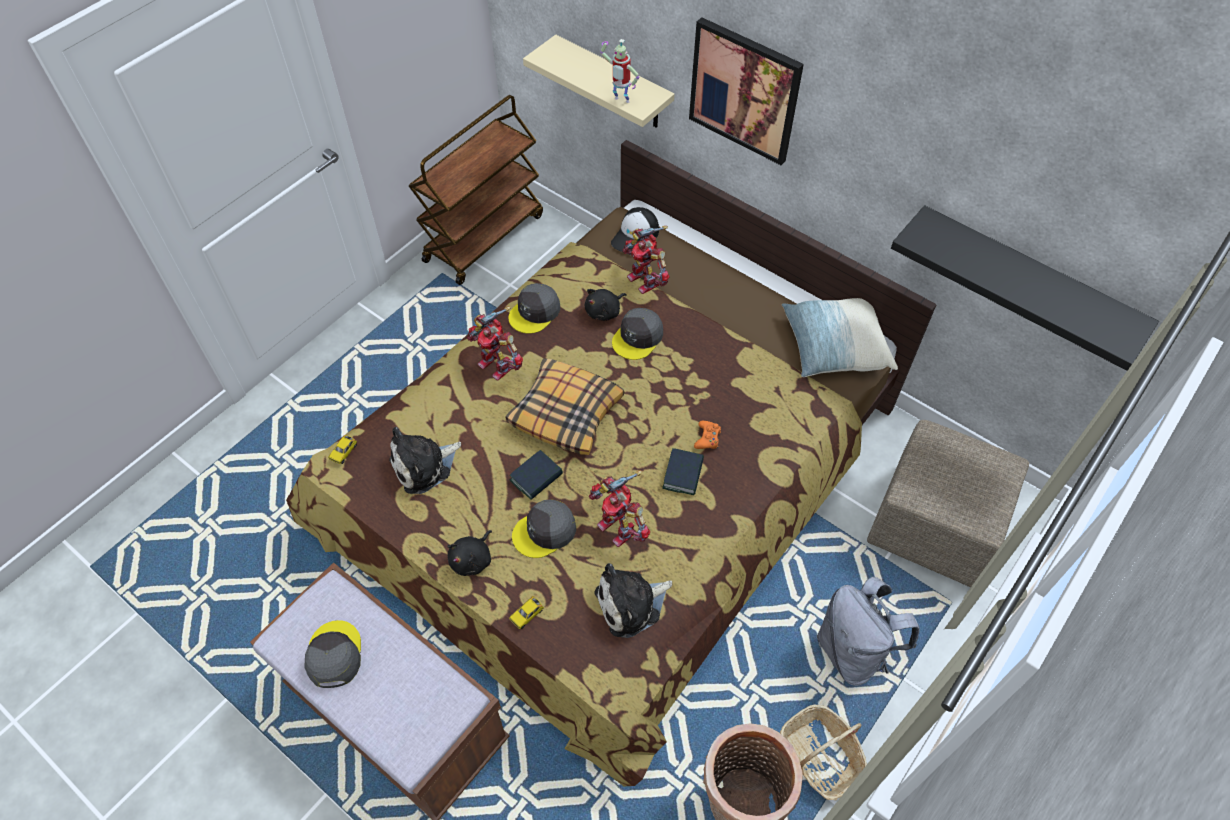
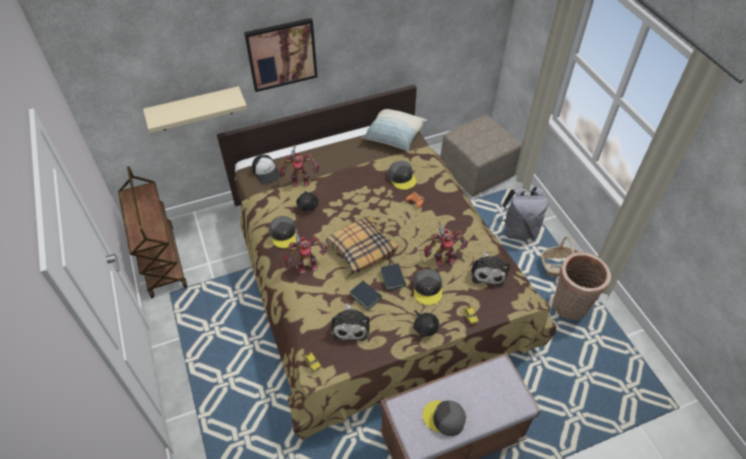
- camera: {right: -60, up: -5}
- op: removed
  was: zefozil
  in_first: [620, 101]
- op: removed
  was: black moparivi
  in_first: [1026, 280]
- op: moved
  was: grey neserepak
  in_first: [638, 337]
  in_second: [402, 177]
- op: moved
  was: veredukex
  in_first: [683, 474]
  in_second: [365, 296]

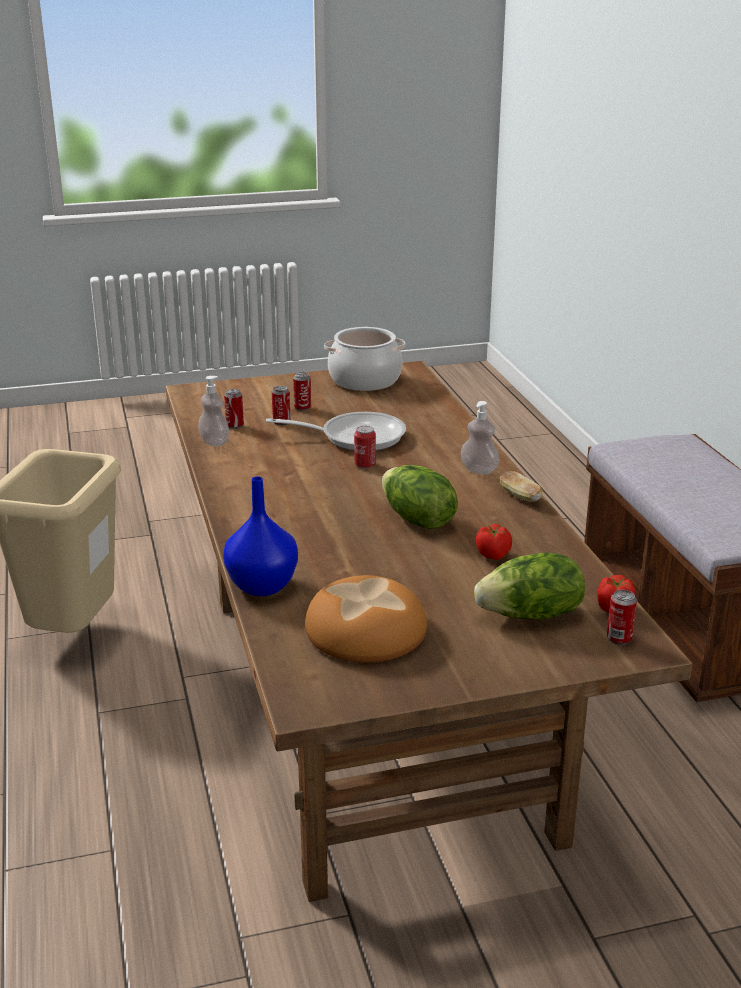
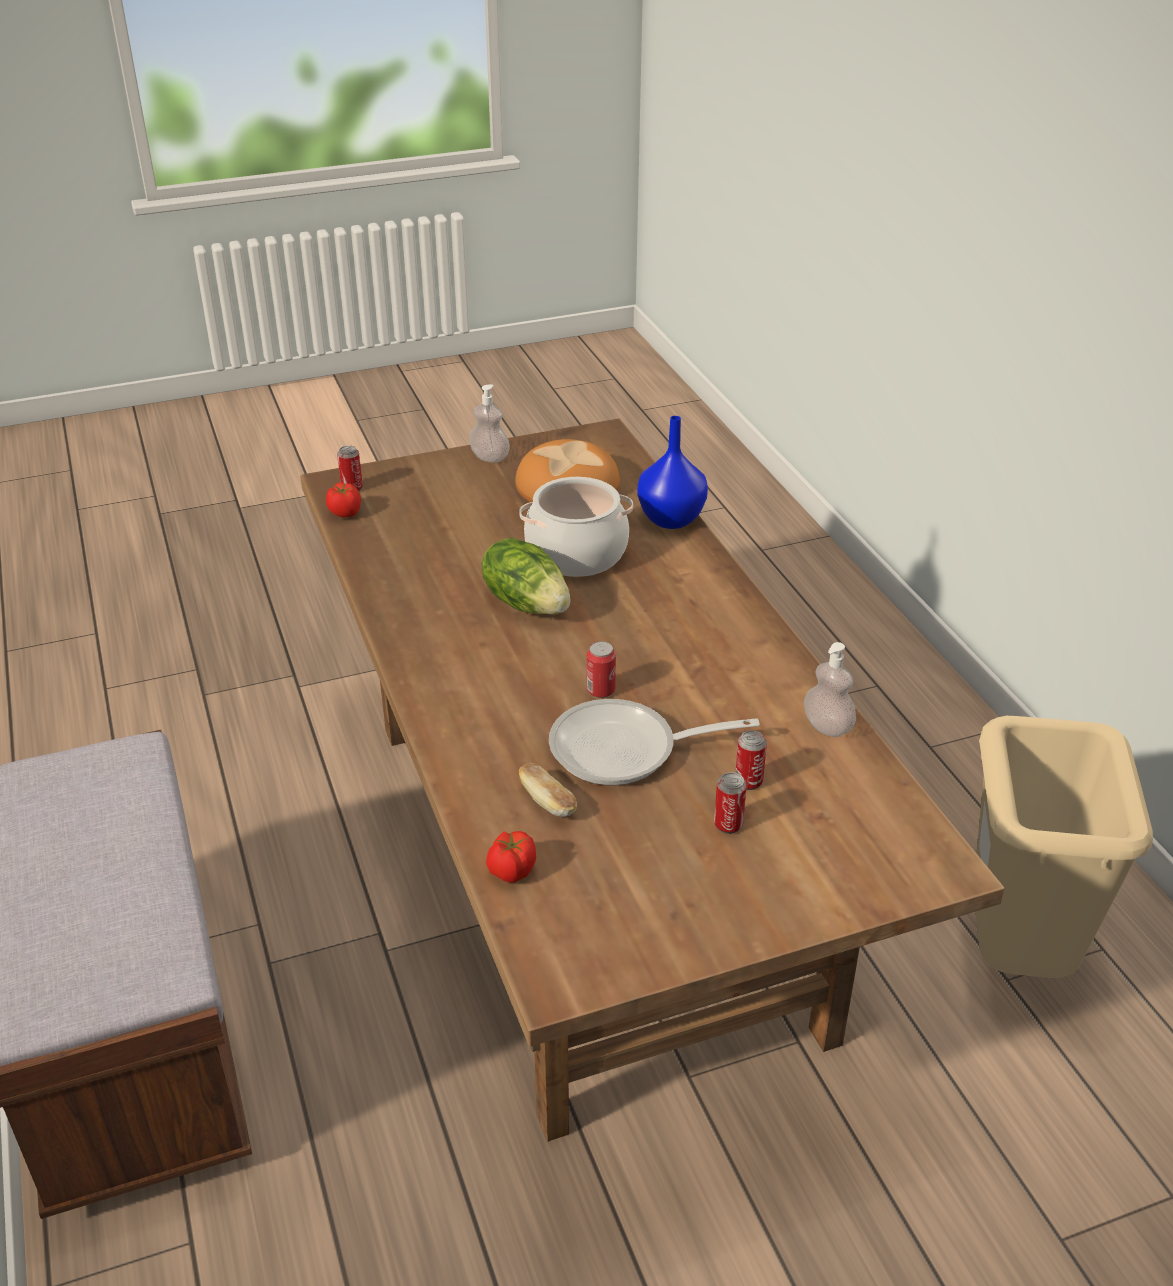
- camera: {right: 175, up: 10}
- op: removed
  was: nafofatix
  in_first: [235, 425]
- op: removed
  was: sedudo
  in_first: [531, 615]
- op: moved
  was: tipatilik
  in_first: [364, 380]
  in_second: [577, 553]
- op: moved
  was: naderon
  in_first: [479, 470]
  in_second: [490, 457]
- op: moved
  was: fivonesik
  in_first: [493, 555]
  in_second: [511, 871]
- op: moved
  was: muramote
  in_first: [520, 497]
  in_second: [547, 802]

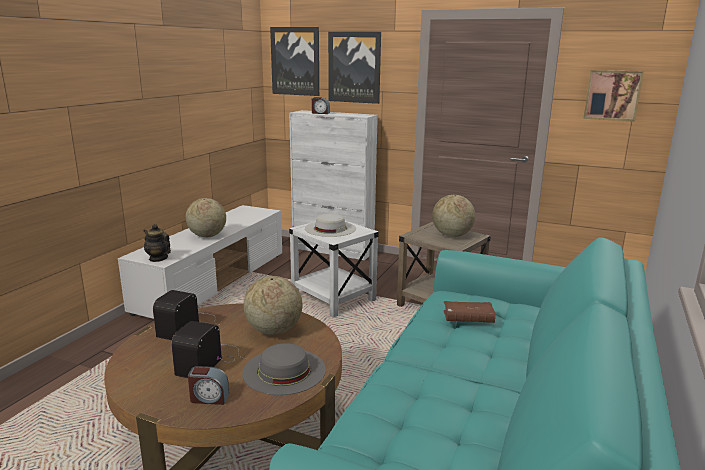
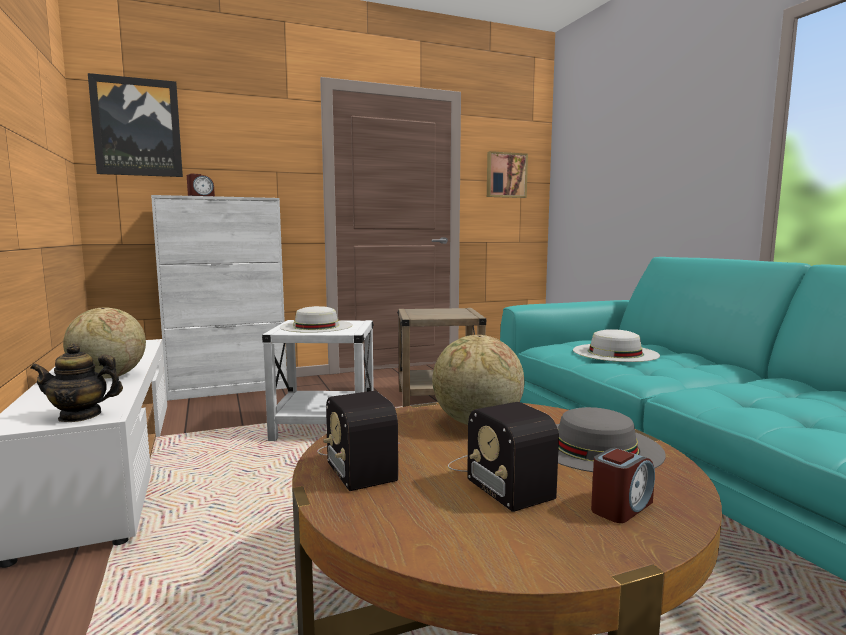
- camera: {right: -45, up: -10}
- op: removed
  was: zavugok
  in_first: [354, 67]
- op: removed
  was: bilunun
  in_first: [451, 235]
- op: replaced
  was: brown veredukex
  now: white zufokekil
  in_first: [468, 319]
  in_second: [615, 352]

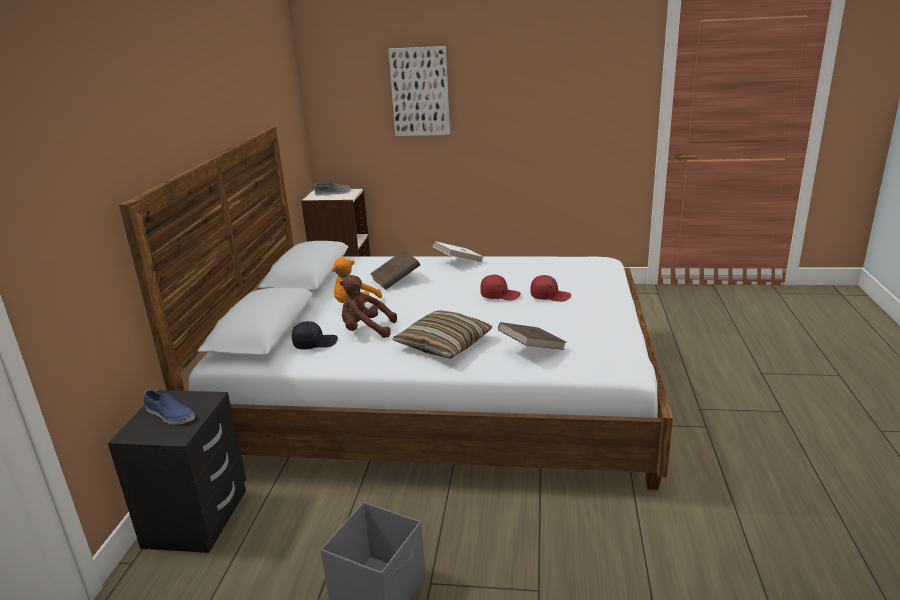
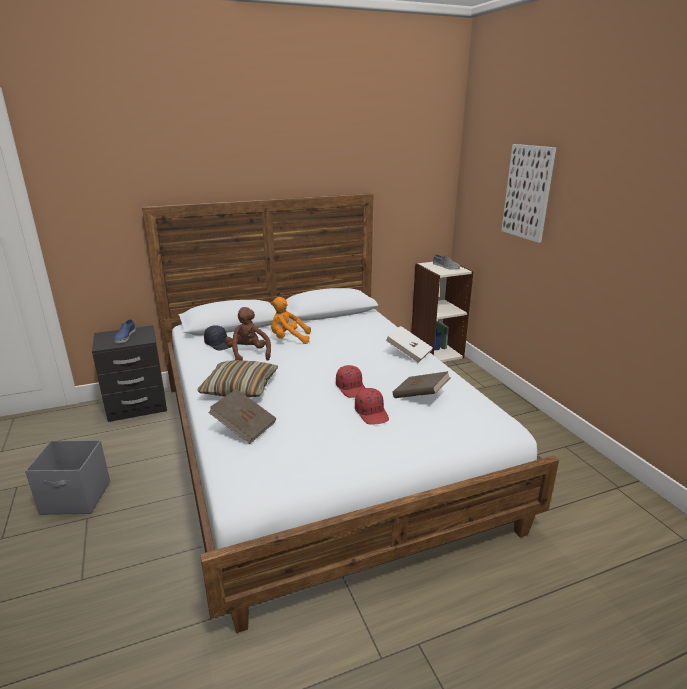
- camera: {right: 60, up: 0}
- op: moved
  was: brown veredukex
  in_first: [396, 280]
  in_second: [420, 396]

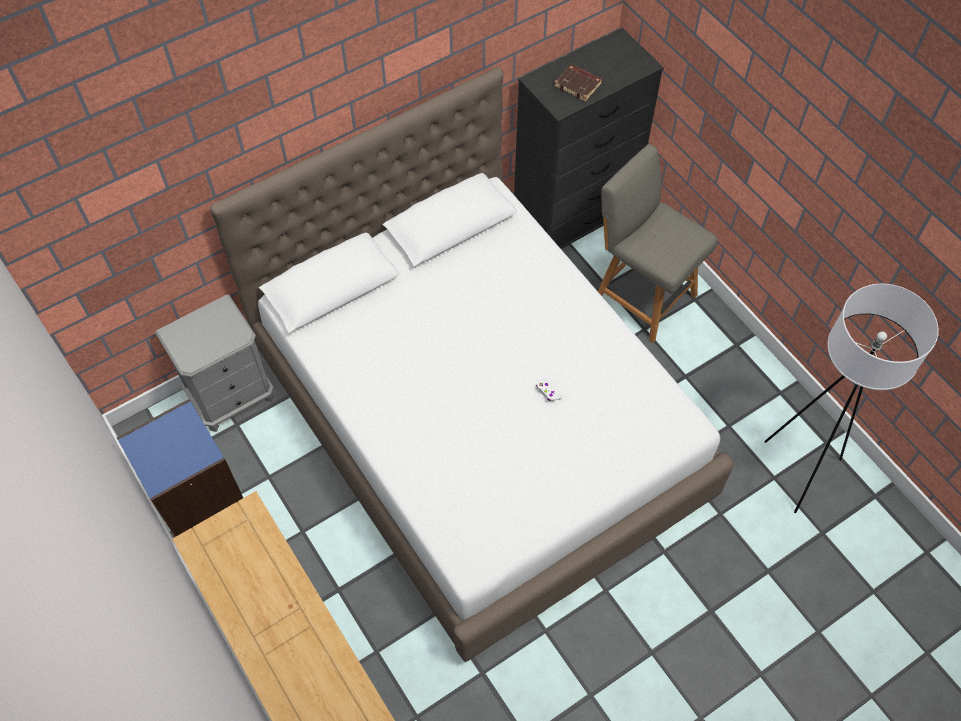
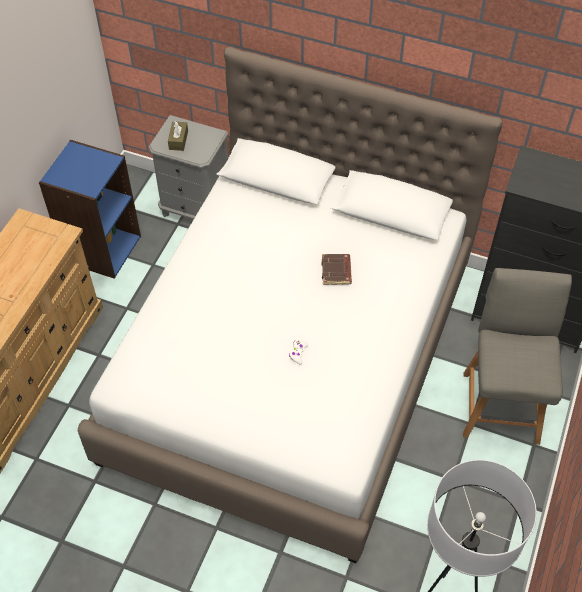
- camera: {right: 55, up: -5}
- op: added
  now: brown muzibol
  in_second: [178, 140]
- op: moved
  was: brown veredukex
  in_first: [578, 85]
  in_second: [337, 271]

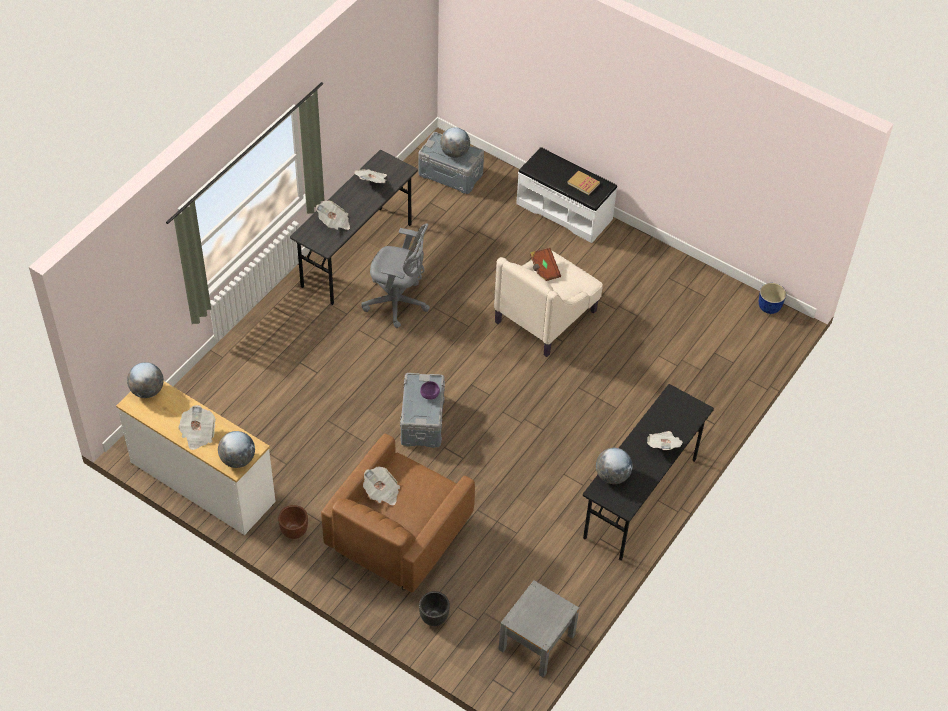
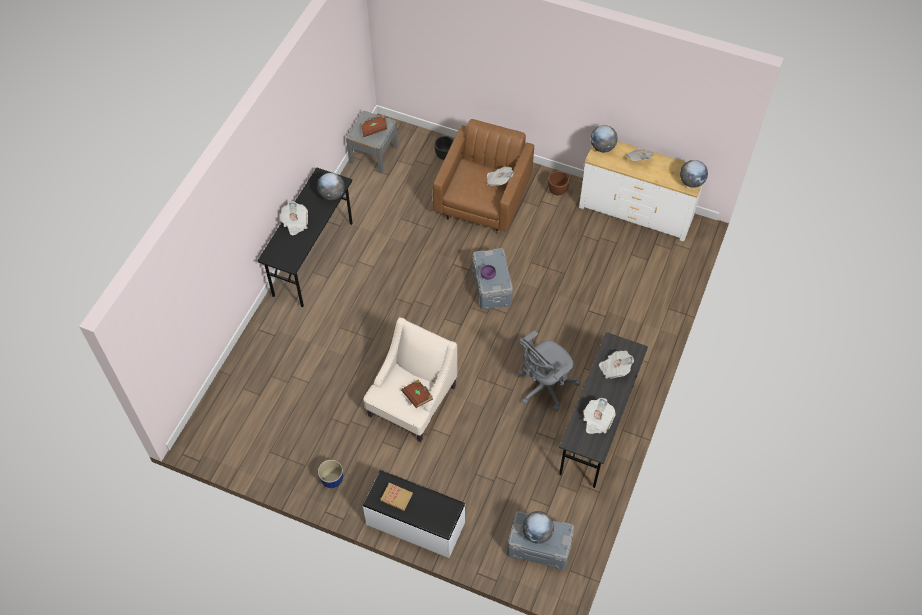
- camera: {right: 170, up: 5}
- op: added
  now: brown veredukex
  in_second: [374, 129]
- op: moved
  was: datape
  in_first: [769, 308]
  in_second: [332, 479]
- op: turned
  was: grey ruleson
  in_first: [398, 303]
  in_second: [544, 387]
  clockwise: -45

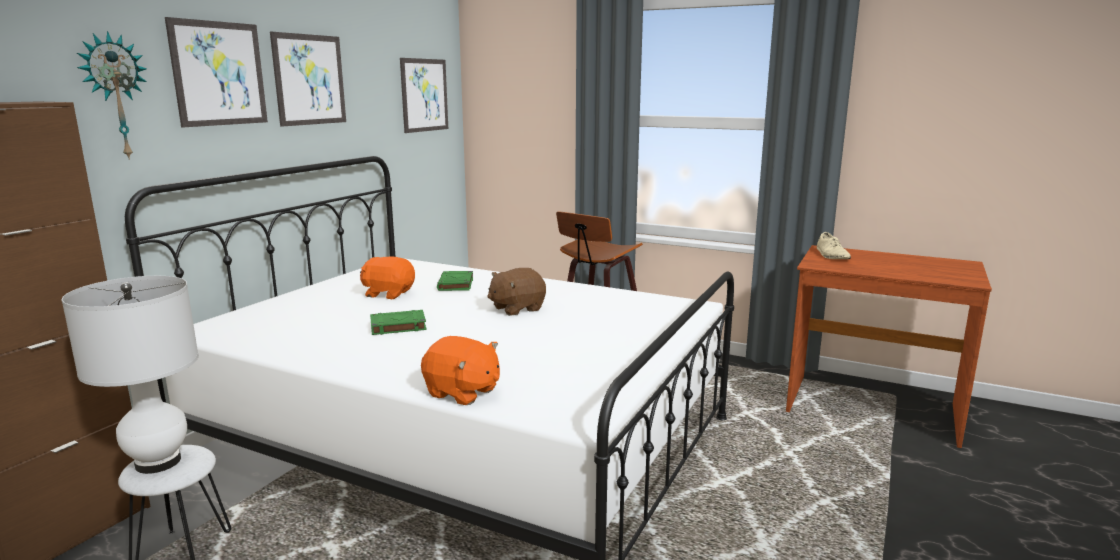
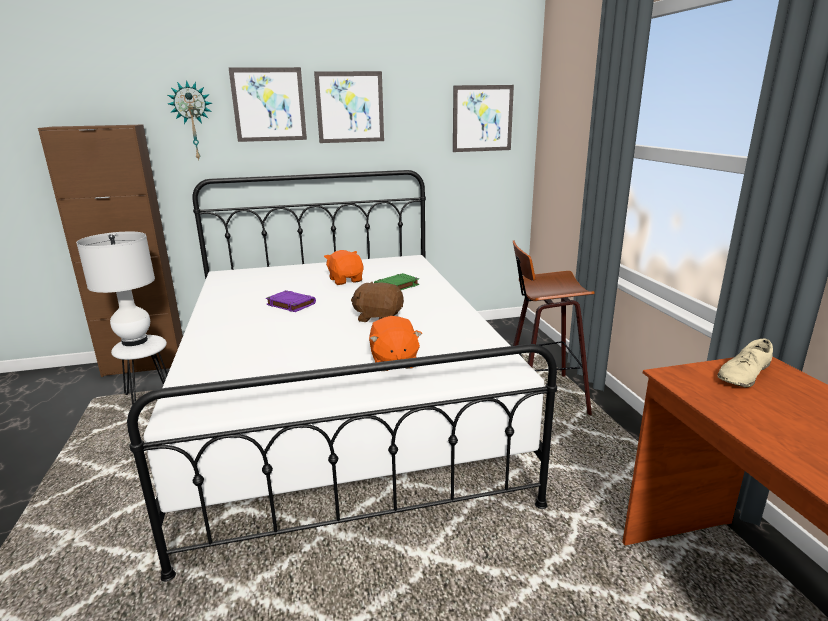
- camera: {right: 50, up: 5}
- op: moved
  was: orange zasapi
  in_first: [462, 392]
  in_second: [393, 361]
- op: recoloured
  was: green veredukex
  now: purple veredukex
  in_first: [397, 326]
  in_second: [290, 304]

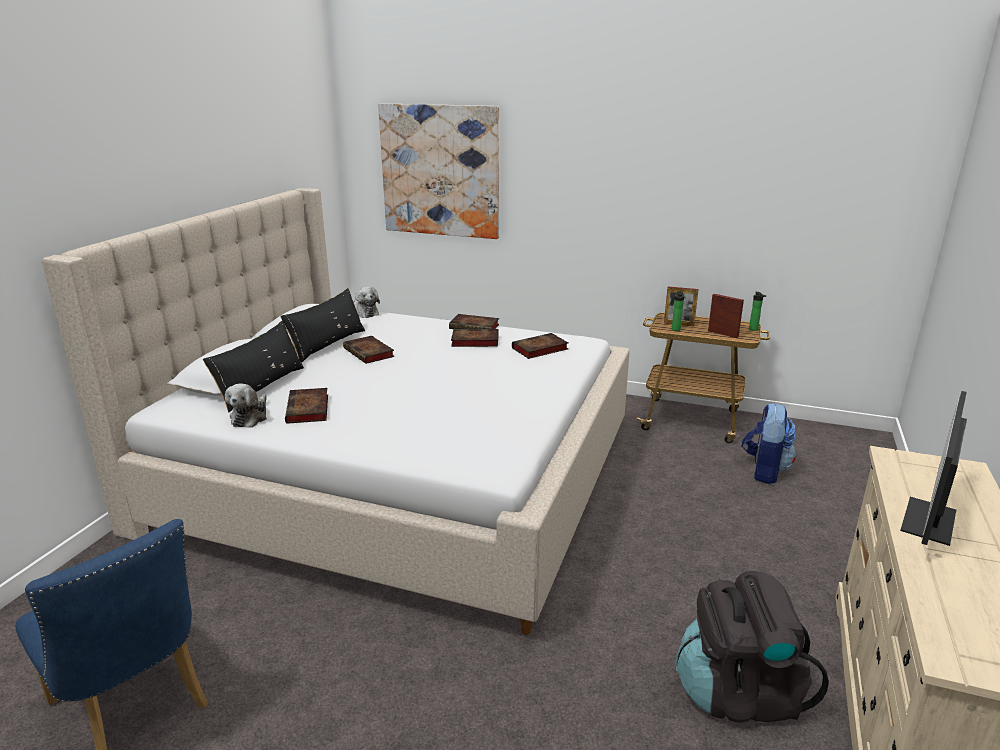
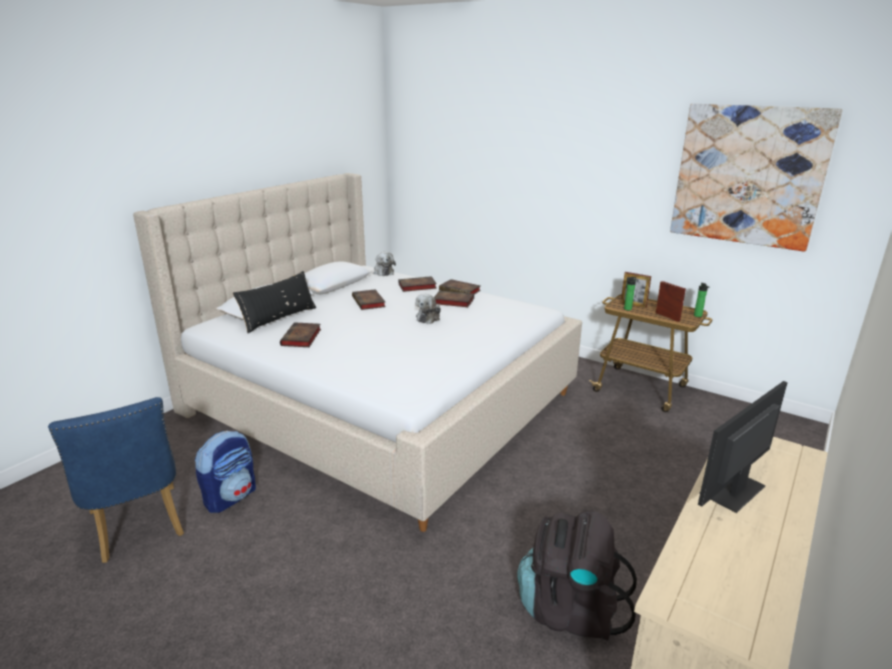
- camera: {right: 15, up: 0}
- op: removed
  was: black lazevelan
  in_first: [328, 345]
- op: moved
  was: zasapi
  in_first: [250, 417]
  in_second: [429, 317]
- op: moved
  was: zavugok
  in_first: [440, 171]
  in_second: [748, 176]
- op: moved
  was: veredukex
  in_first: [539, 349]
  in_second: [416, 286]
- op: moved
  was: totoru
  in_first: [764, 470]
  in_second: [231, 497]

